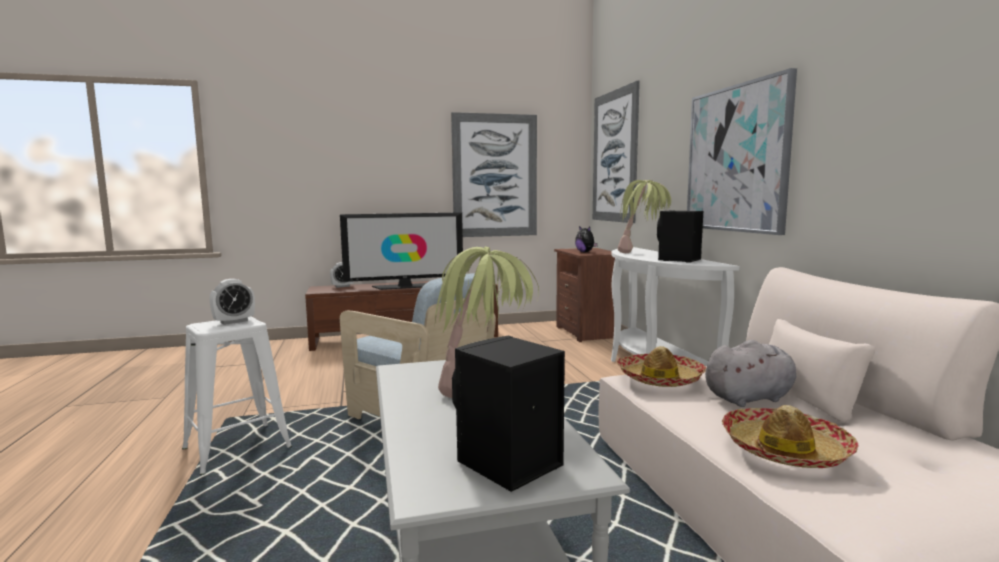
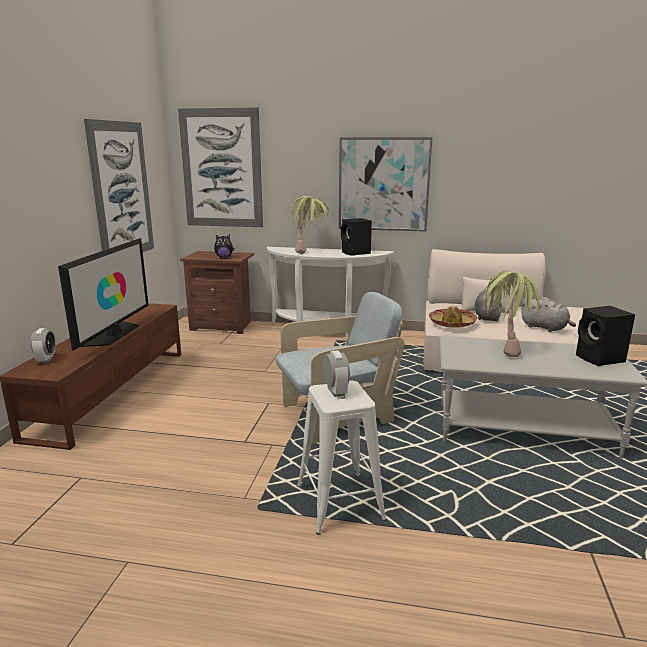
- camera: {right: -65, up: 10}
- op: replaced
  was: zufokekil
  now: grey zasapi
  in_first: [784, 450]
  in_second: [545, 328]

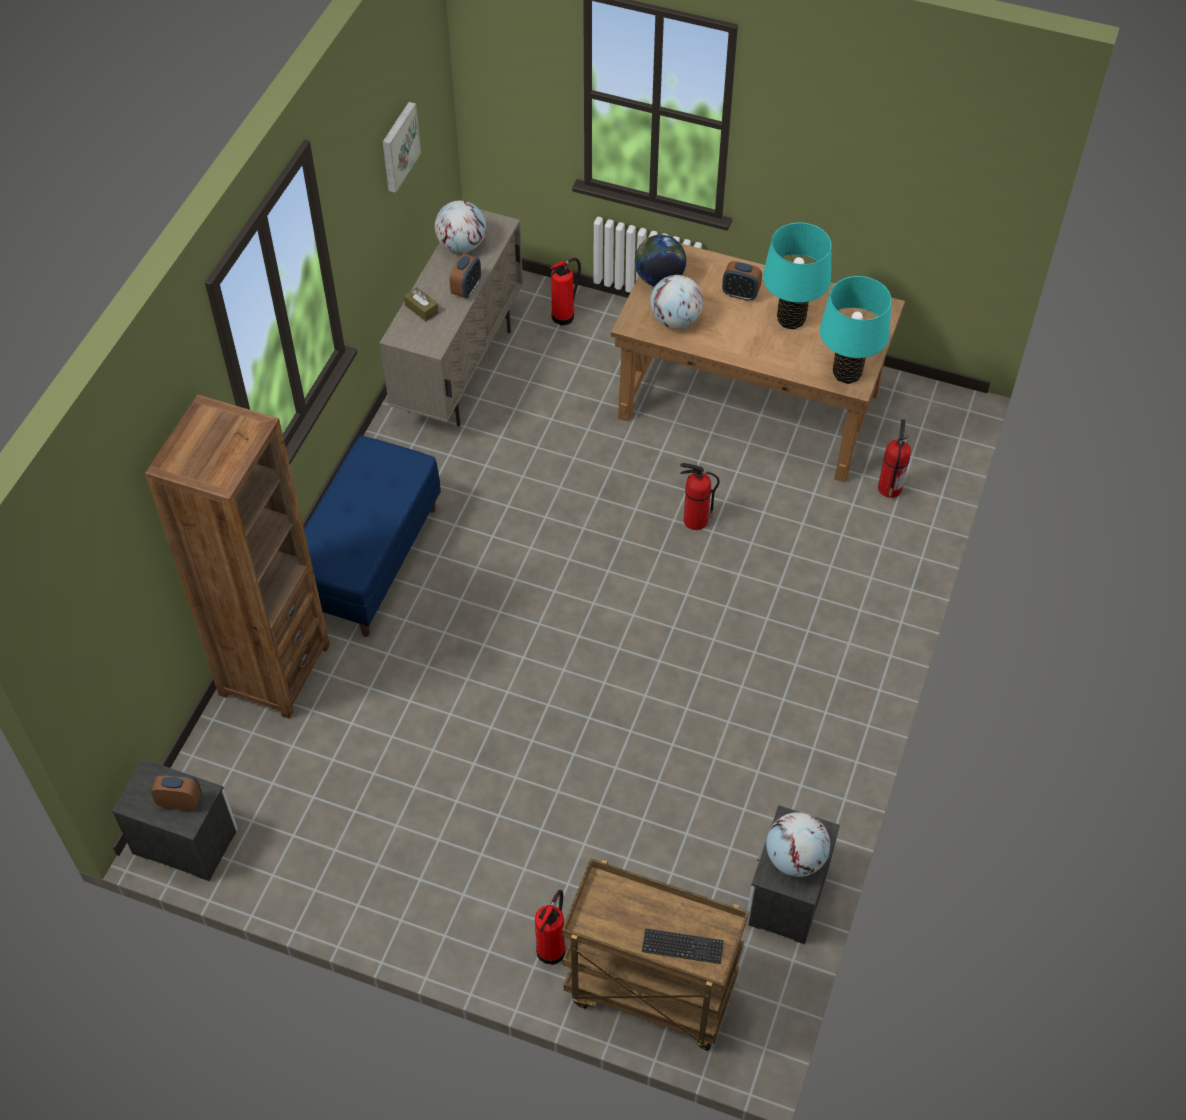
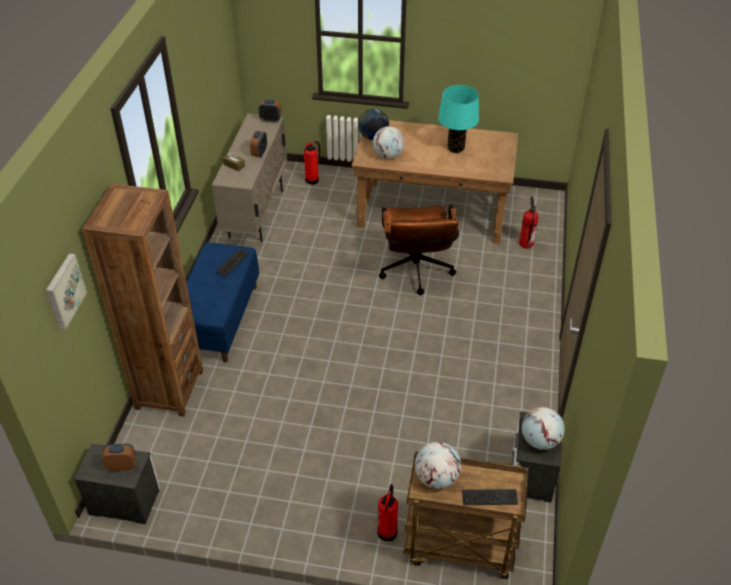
- camera: {right: -10, up: -10}
- op: removed
  was: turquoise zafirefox
  in_first: [847, 373]
- op: added
  now: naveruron
  in_second: [232, 263]
- op: moved
  was: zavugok
  in_first: [398, 146]
  in_second: [64, 291]
- op: moved
  was: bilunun
  in_first: [461, 245]
  in_second: [436, 478]
- op: moved
  was: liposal
  in_first: [740, 294]
  in_second: [270, 120]
- op: replaced
  was: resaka
  now: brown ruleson
  in_first: [694, 520]
  in_second: [416, 274]

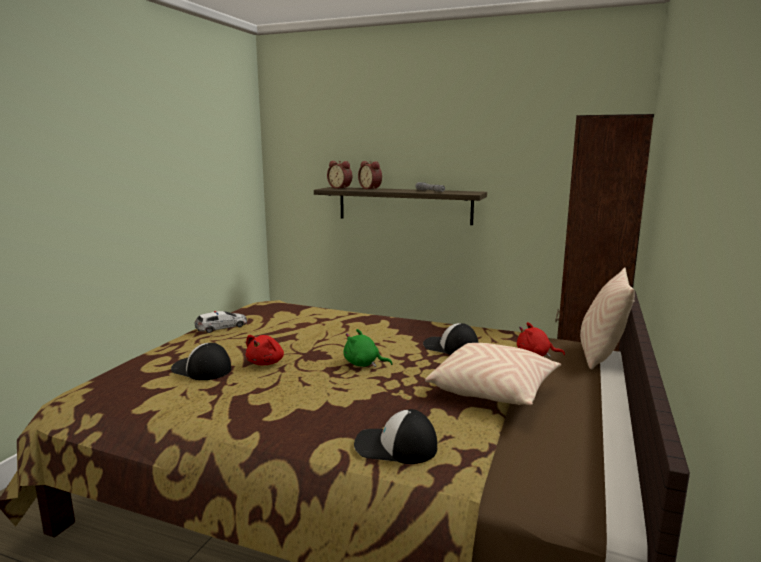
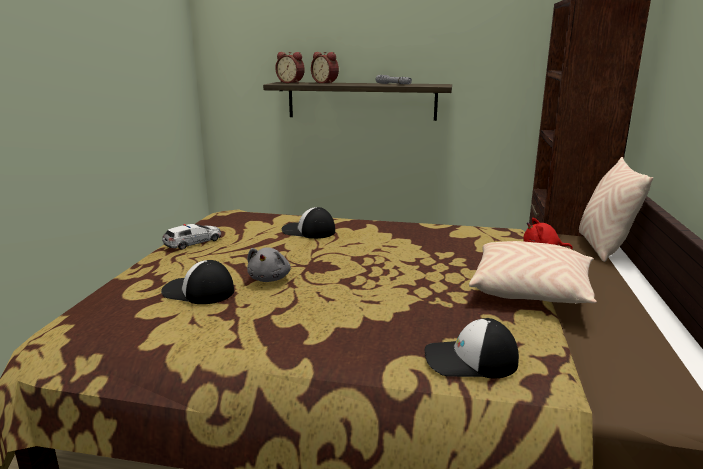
- camera: {right: -10, up: 5}
- op: removed
  was: green zasapi
  in_first: [363, 364]
- op: moved
  was: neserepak
  in_first: [450, 347]
  in_second: [308, 231]
- op: recoloured
  was: red zasapi
  now: grey zasapi
  in_first: [266, 363]
  in_second: [270, 278]

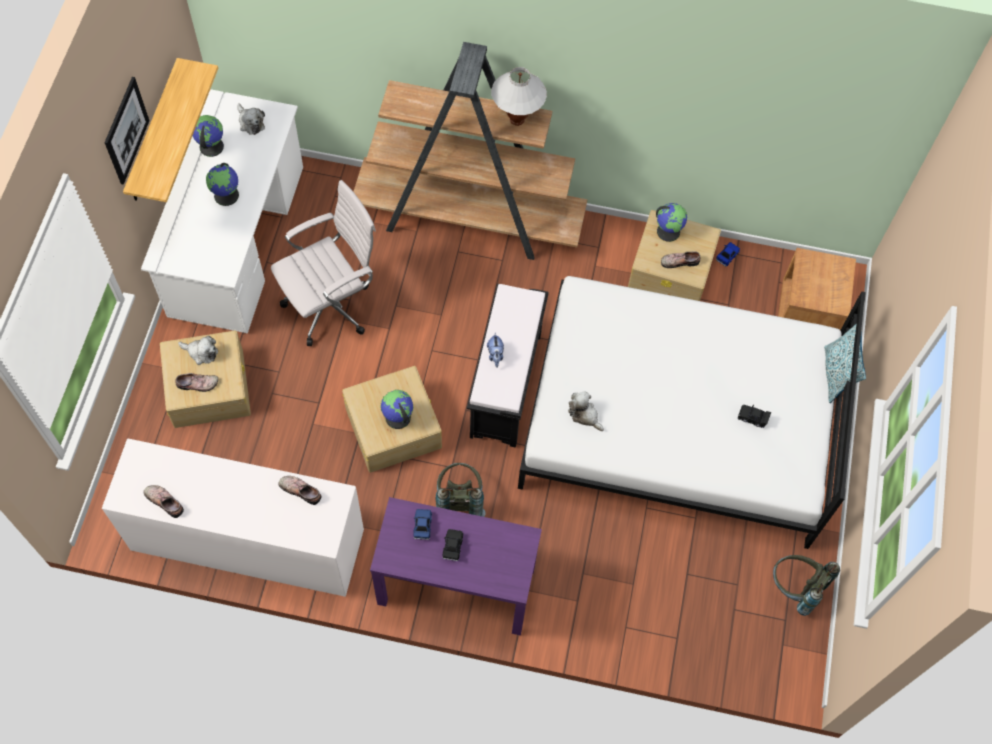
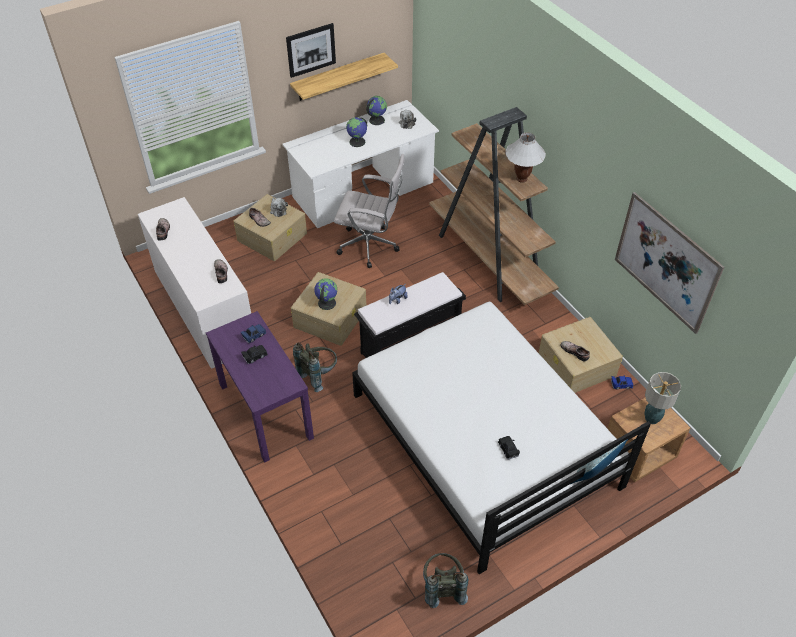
- camera: {right: 50, up: -15}
- op: removed
  was: zasapi
  in_first: [584, 415]
- op: removed
  was: bilunun
  in_first: [668, 231]
- op: added
  now: zavugok
  in_second: [665, 262]
- op: added
  now: zafirefox
  in_second: [652, 418]

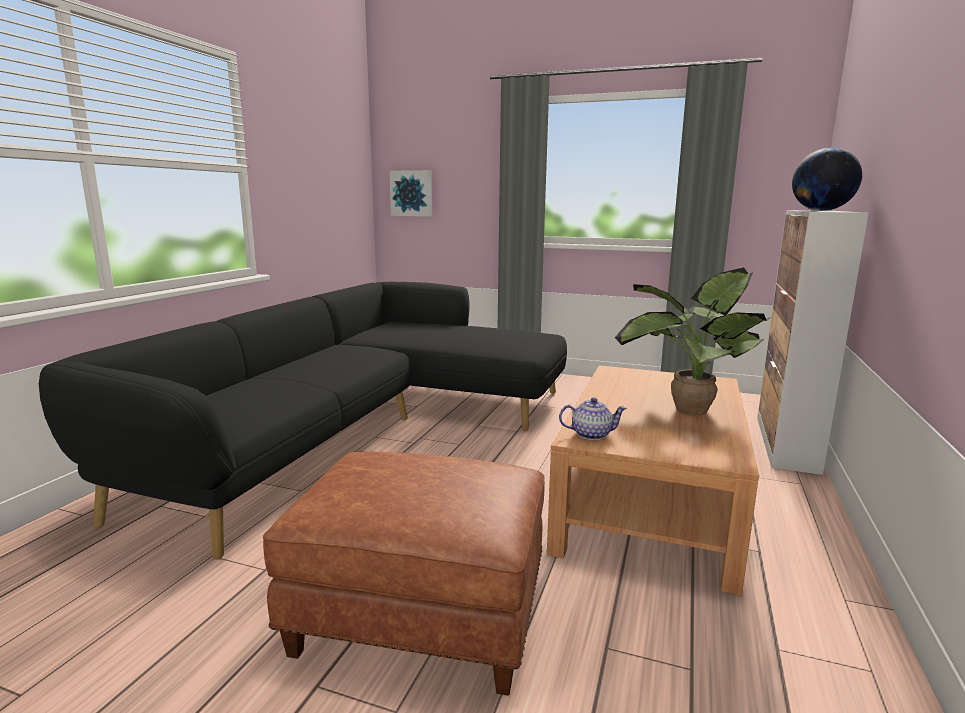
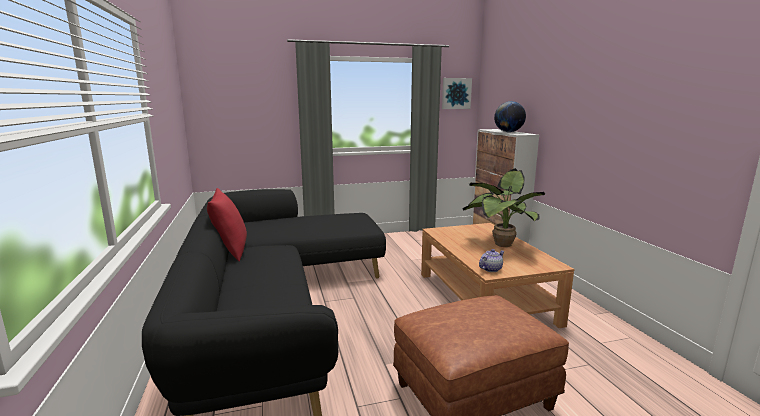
- camera: {right: -35, up: 0}
- op: added
  now: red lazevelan
  in_second: [230, 251]
- op: moved
  was: zavugok
  in_first: [412, 193]
  in_second: [456, 93]

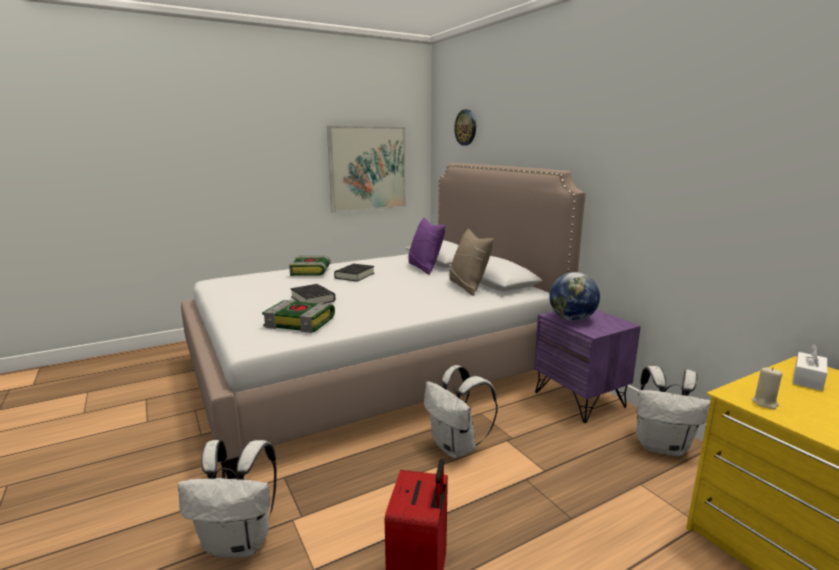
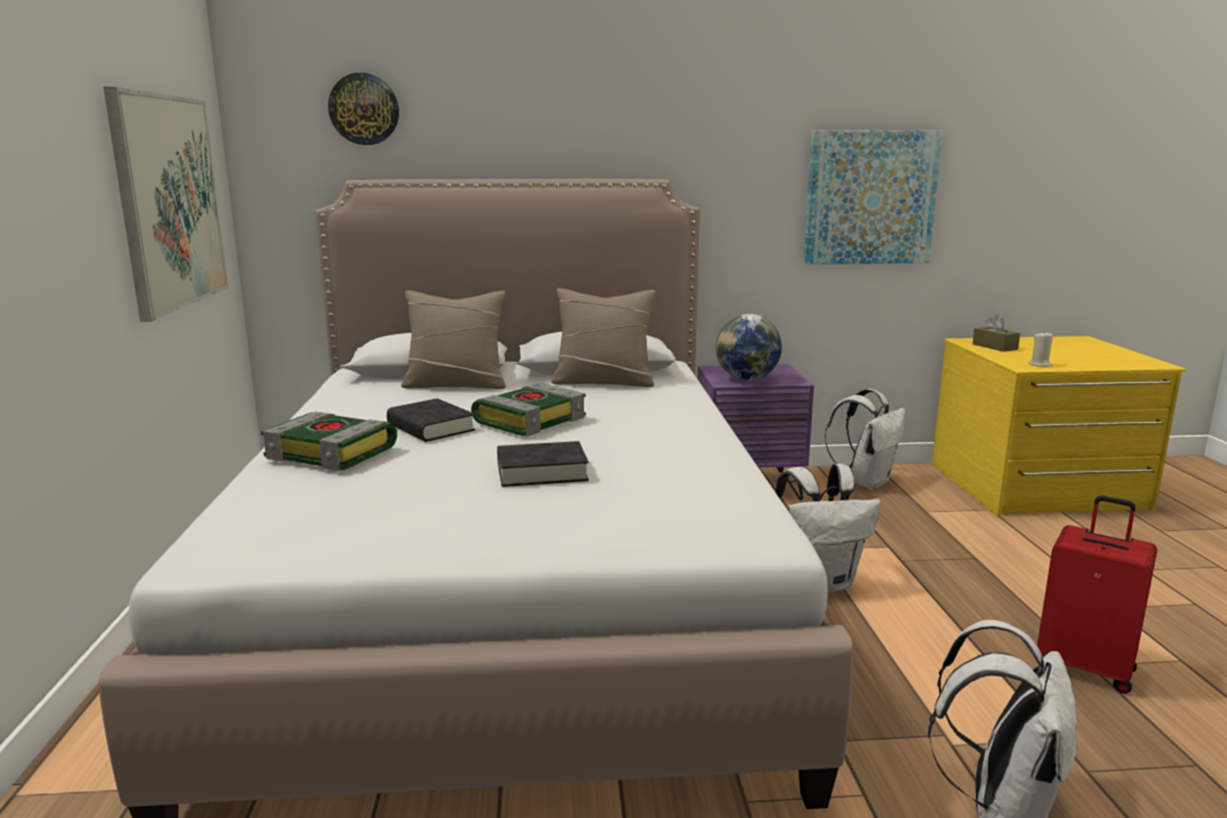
- camera: {right: -65, up: 0}
- op: added
  now: zavugok
  in_second: [870, 198]
- op: moved
  was: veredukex
  in_first: [301, 322]
  in_second: [530, 420]
- op: recoloured
  was: purple lazevelan
  now: beige lazevelan
  in_first: [425, 268]
  in_second: [456, 385]
- op: recoloured
  was: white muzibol
  now: brown muzibol
  in_first: [807, 379]
  in_second: [994, 347]

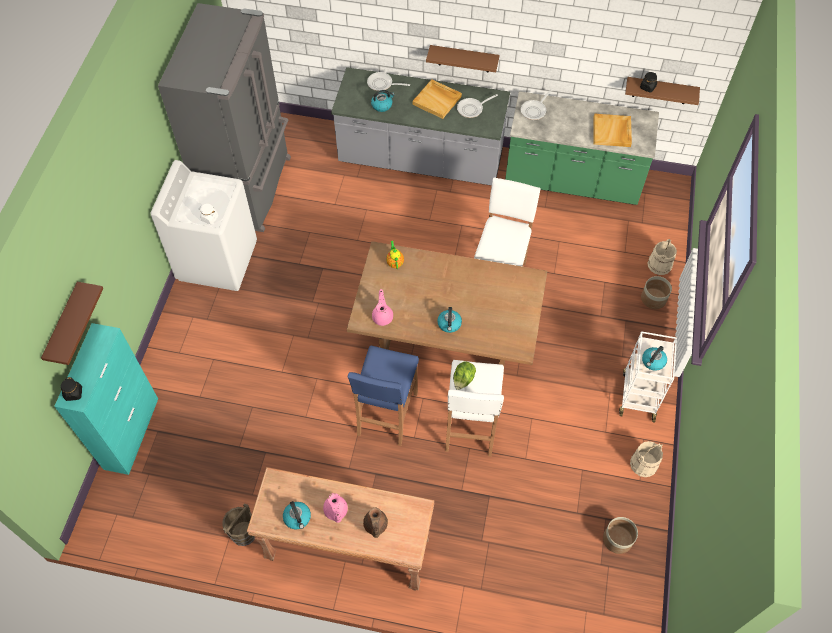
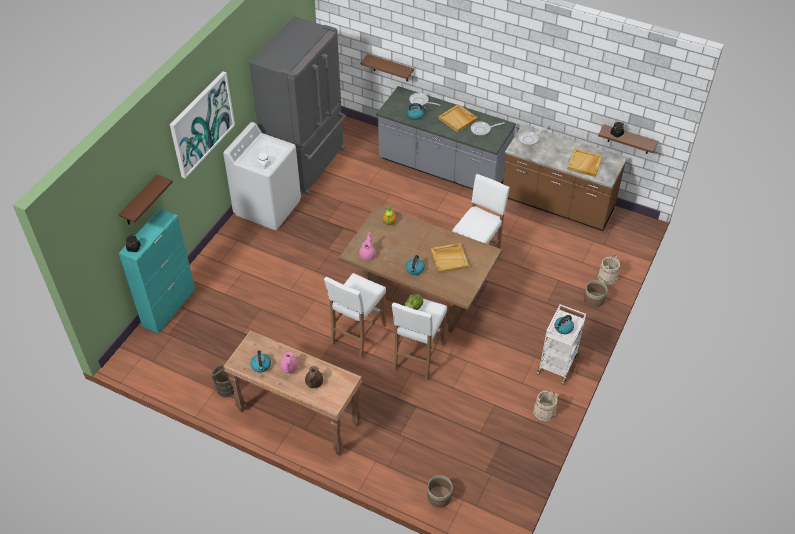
- camera: {right: 15, up: -10}
- op: added
  now: zavugok
  in_second: [202, 124]
- op: added
  now: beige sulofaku
  in_second: [449, 259]
- op: moved
  was: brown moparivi
  in_first: [464, 59]
  in_second: [390, 68]
- op: moved
  was: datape
  in_first: [618, 539]
  in_second: [439, 497]
- op: recoloured
  was: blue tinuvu
  now: white tinuvu
  in_first: [386, 414]
  in_second: [357, 335]
- op: recoloured
  was: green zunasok
  now: brown zunasok
  in_first: [571, 182]
  in_second: [557, 206]

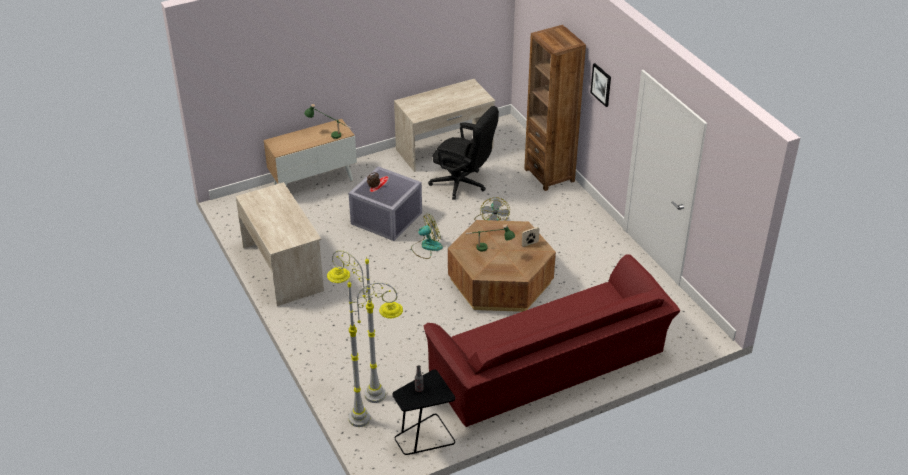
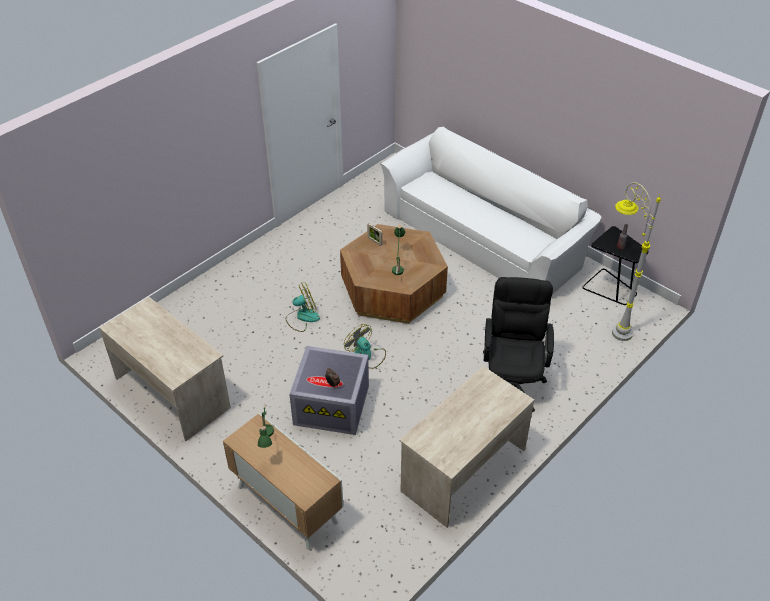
- camera: {right: -110, up: 5}
- op: removed
  was: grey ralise
  in_first: [360, 387]
- op: removed
  was: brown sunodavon
  in_first: [549, 175]
- op: removed
  was: zavugok
  in_first: [601, 84]
- op: moved
  was: black ruleson
  in_first: [463, 184]
  in_second: [512, 381]
- op: recoloured
  was: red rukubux
  now: white rukubux
  in_first: [550, 367]
  in_second: [484, 236]

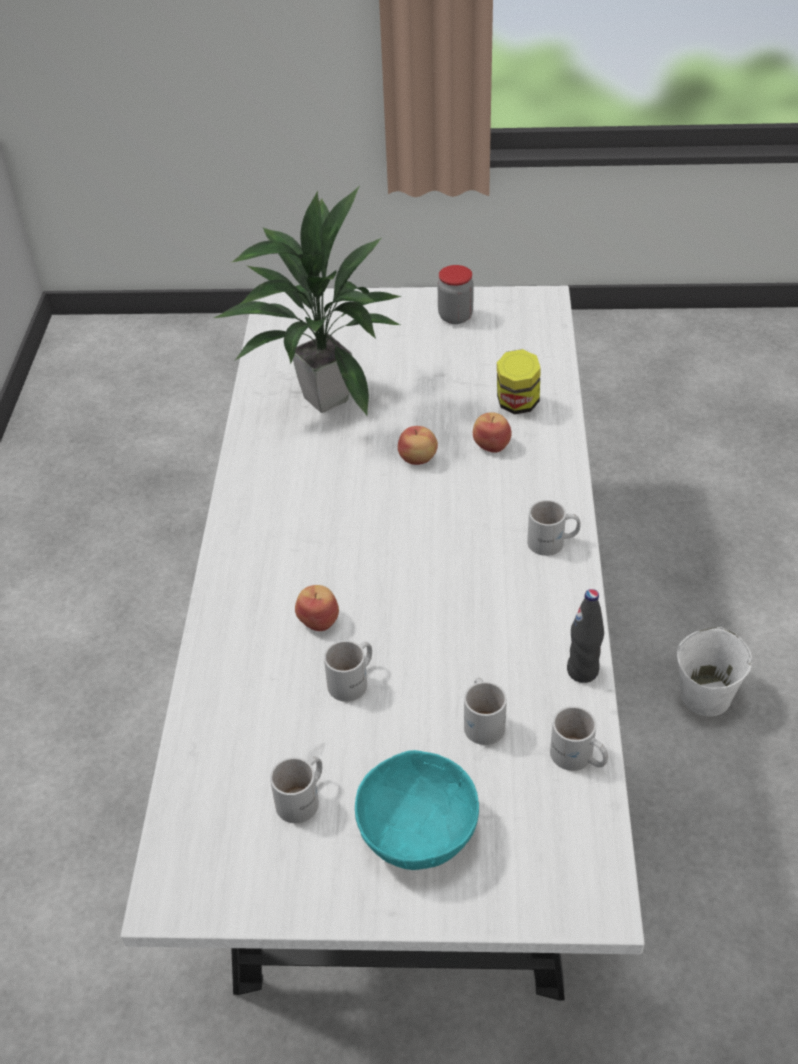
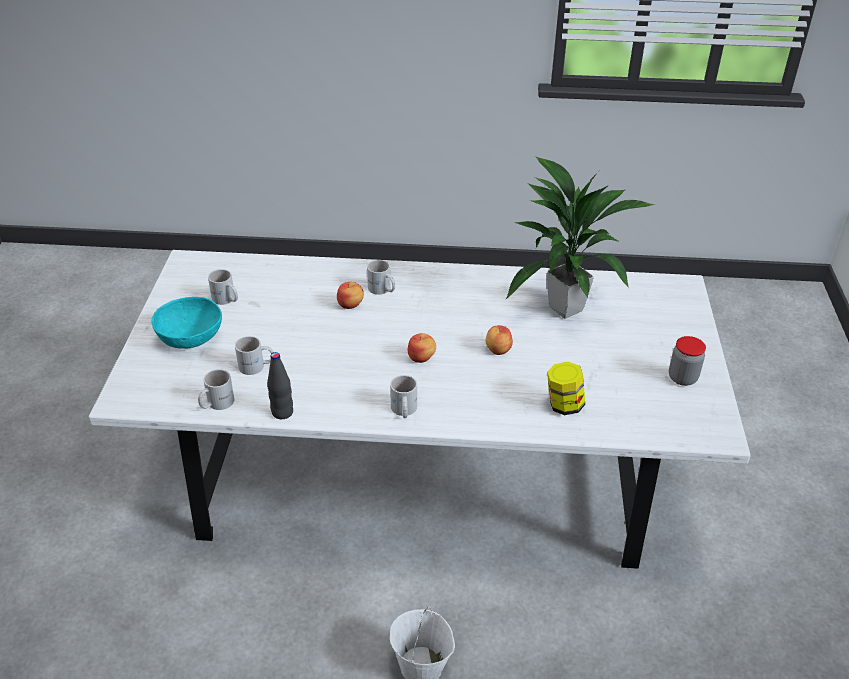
- camera: {right: 90, up: -5}
- op: moved
  was: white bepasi
  in_first: [354, 681]
  in_second: [381, 290]
- op: moved
  was: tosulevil
  in_first: [491, 444]
  in_second: [421, 357]

